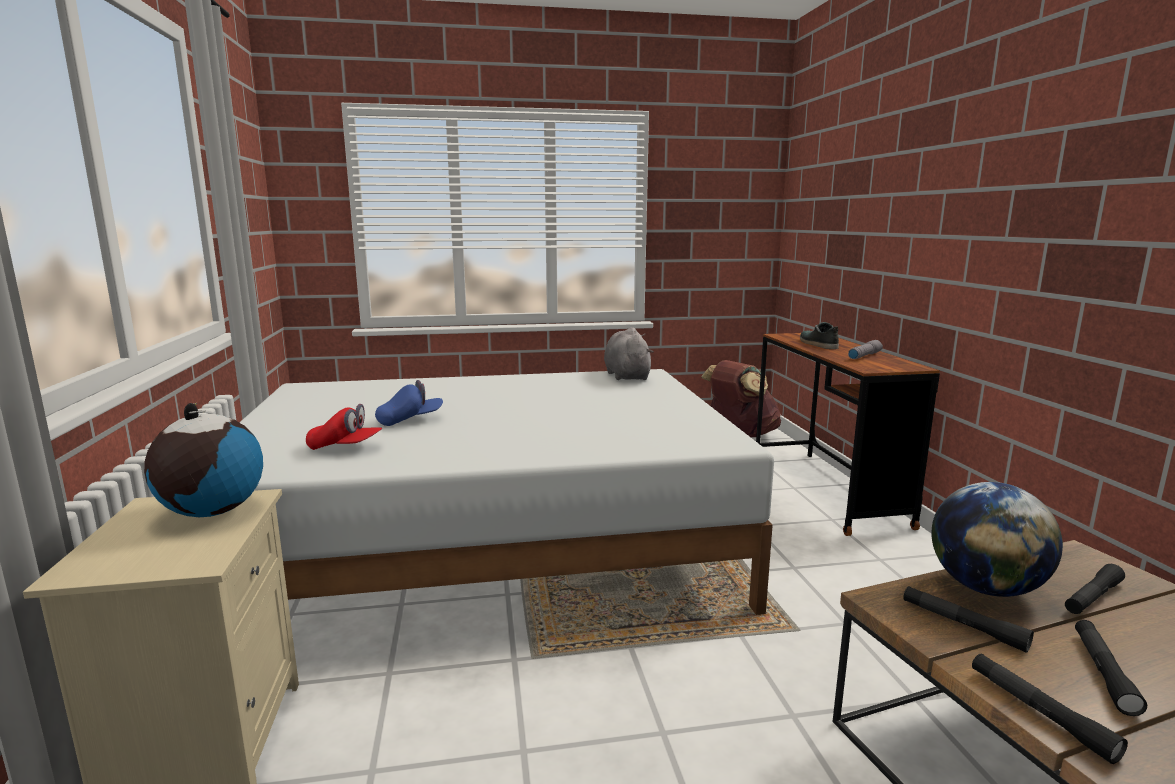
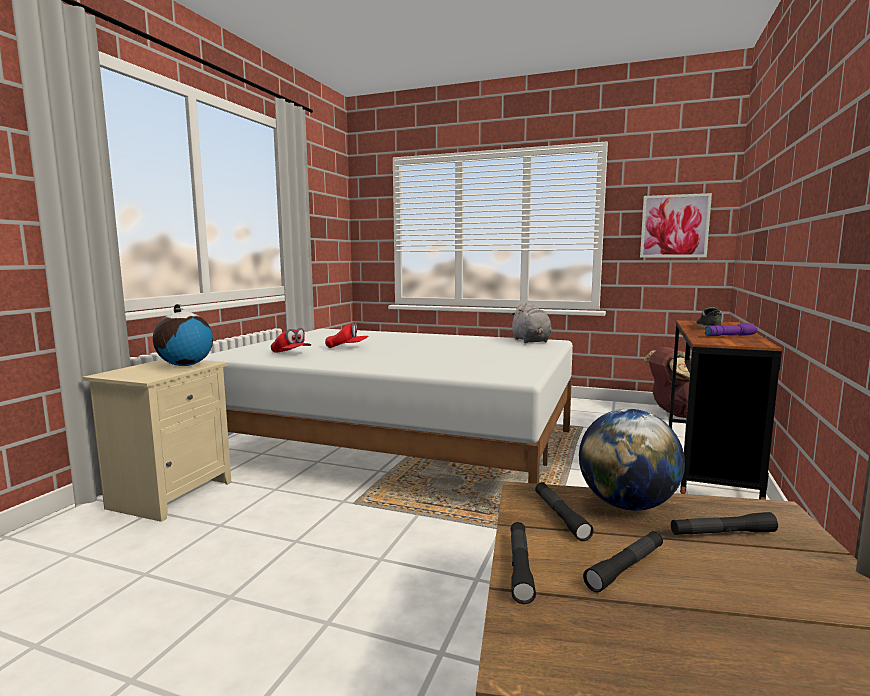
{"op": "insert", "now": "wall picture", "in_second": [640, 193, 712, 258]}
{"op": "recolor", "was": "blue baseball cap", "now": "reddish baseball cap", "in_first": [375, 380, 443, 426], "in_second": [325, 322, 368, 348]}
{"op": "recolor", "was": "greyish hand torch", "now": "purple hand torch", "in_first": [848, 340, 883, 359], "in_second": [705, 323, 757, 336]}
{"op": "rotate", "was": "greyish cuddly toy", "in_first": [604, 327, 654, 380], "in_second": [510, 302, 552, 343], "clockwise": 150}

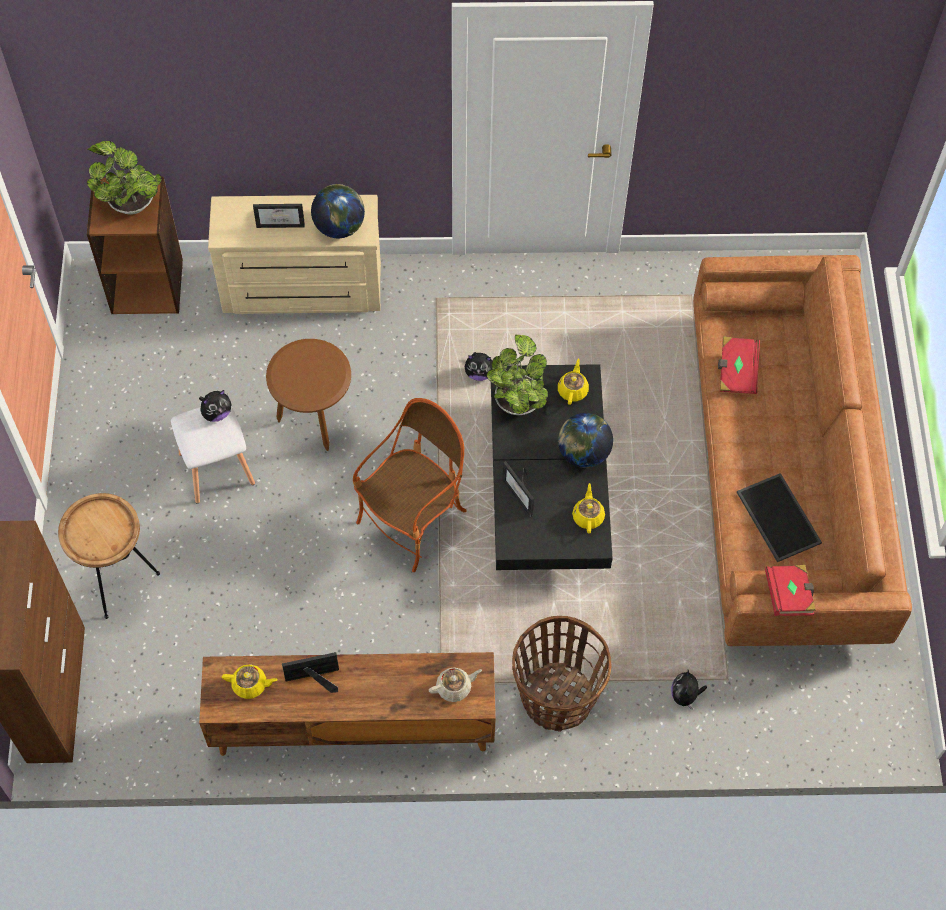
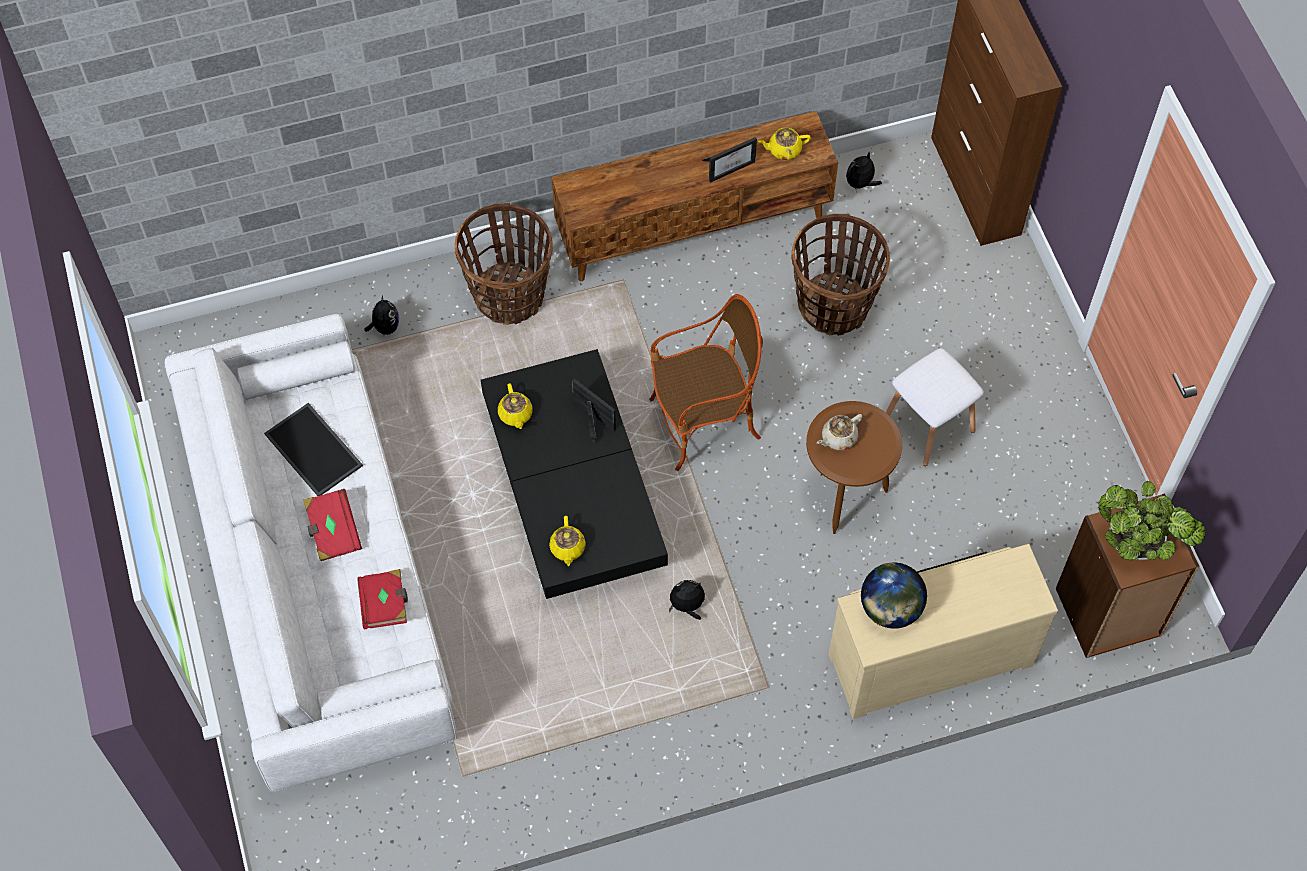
{"op": "delete", "was": "brown-coloured accent table", "in_first": [58, 493, 160, 619]}
{"op": "delete", "was": "standing frame", "in_first": [253, 204, 305, 228]}
{"op": "delete", "was": "potted plant", "in_first": [487, 335, 548, 415]}
{"op": "delete", "was": "world globe", "in_first": [558, 413, 613, 468]}
{"op": "insert", "now": "storage basket", "in_second": [792, 214, 890, 336]}
{"op": "move", "was": "cuddly toy", "in_first": [199, 390, 232, 422], "in_second": [846, 152, 882, 193]}
{"op": "move", "was": "beige-coloured teapot", "in_first": [429, 667, 482, 702], "in_second": [817, 414, 863, 450]}
{"op": "move", "was": "reddish book", "in_first": [765, 565, 816, 616], "in_second": [303, 489, 362, 561]}
{"op": "recolor", "was": "brown-coloured sofa", "now": "whitish sofa", "in_first": [693, 255, 912, 646], "in_second": [165, 314, 457, 792]}
{"op": "rotate", "was": "easy chair", "in_first": [353, 398, 467, 572], "in_second": [649, 294, 763, 471], "clockwise": -135}

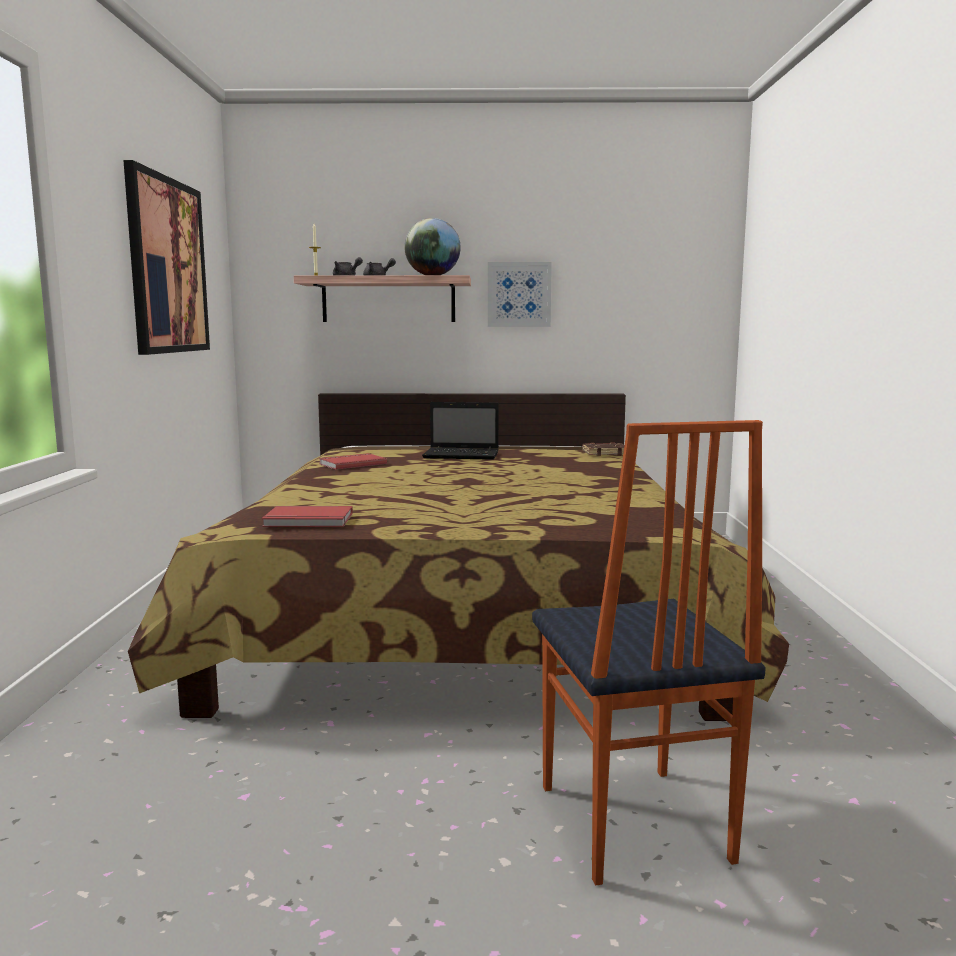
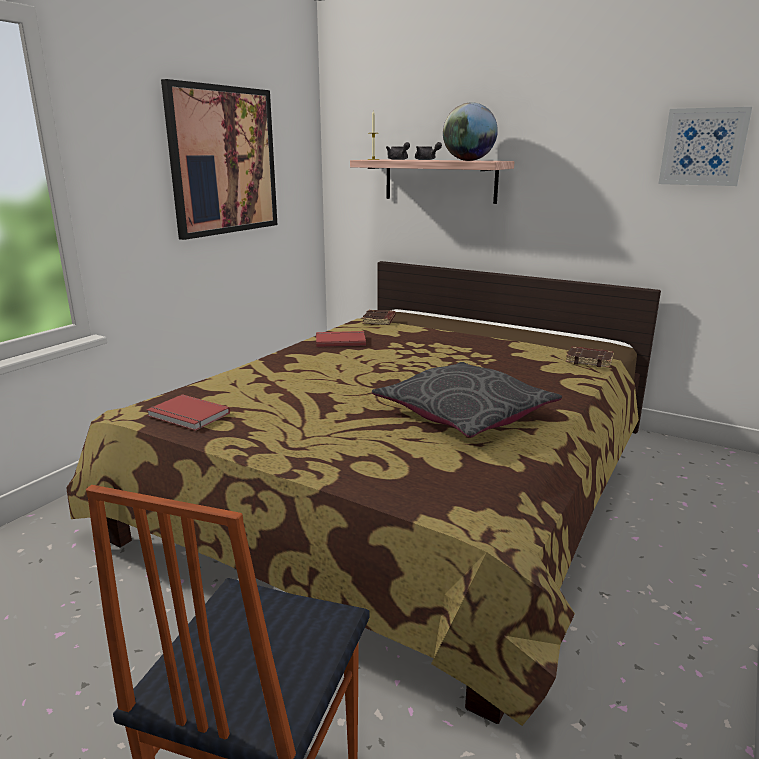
{"op": "delete", "was": "laptop", "in_first": [422, 402, 499, 460]}
{"op": "insert", "now": "brown-coloured book", "in_second": [362, 310, 396, 325]}
{"op": "insert", "now": "greyish pillow", "in_second": [372, 362, 562, 438]}
{"op": "move", "was": "wall picture", "in_first": [488, 262, 552, 327], "in_second": [659, 107, 752, 186]}

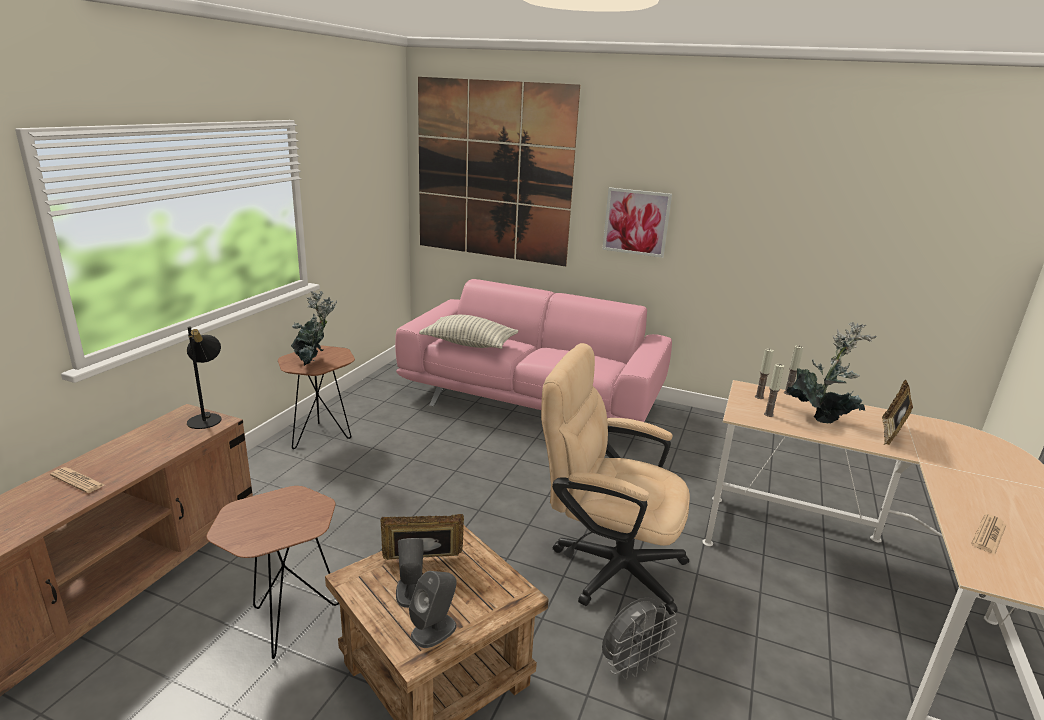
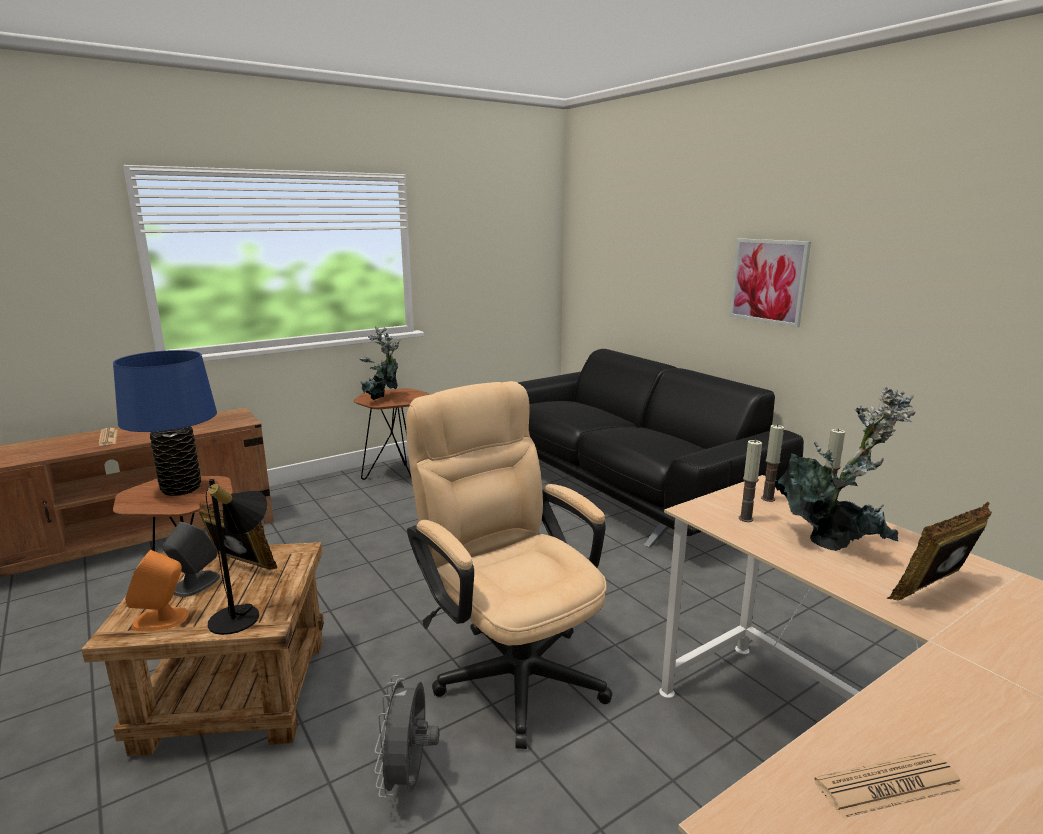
{"op": "delete", "was": "wall picture", "in_first": [418, 77, 580, 266]}
{"op": "delete", "was": "pillow", "in_first": [419, 315, 518, 349]}
{"op": "insert", "now": "blue tabletop lamp", "in_second": [113, 350, 217, 496]}
{"op": "move", "was": "blackish tabletop lamp", "in_first": [187, 327, 221, 429], "in_second": [206, 479, 267, 635]}
{"op": "recolor", "was": "pink sofa", "now": "blackish sofa", "in_first": [395, 279, 672, 422], "in_second": [517, 349, 804, 547]}
{"op": "recolor", "was": "greyish loudspeaker", "now": "orangey loudspeaker", "in_first": [409, 571, 457, 648], "in_second": [125, 550, 189, 631]}
{"op": "rotate", "was": "greyish fan", "in_first": [602, 597, 677, 680], "in_second": [374, 675, 439, 798], "clockwise": 90}

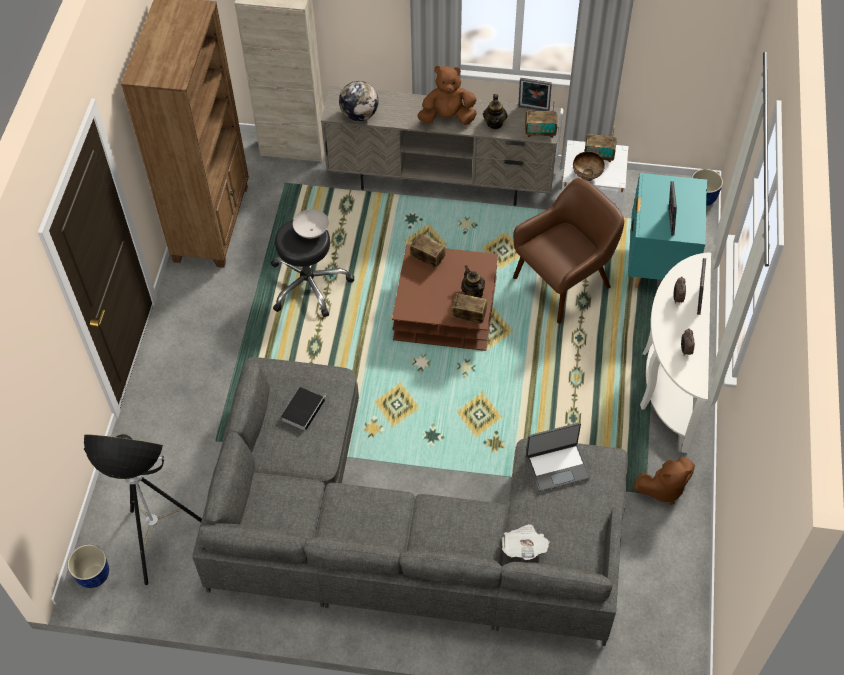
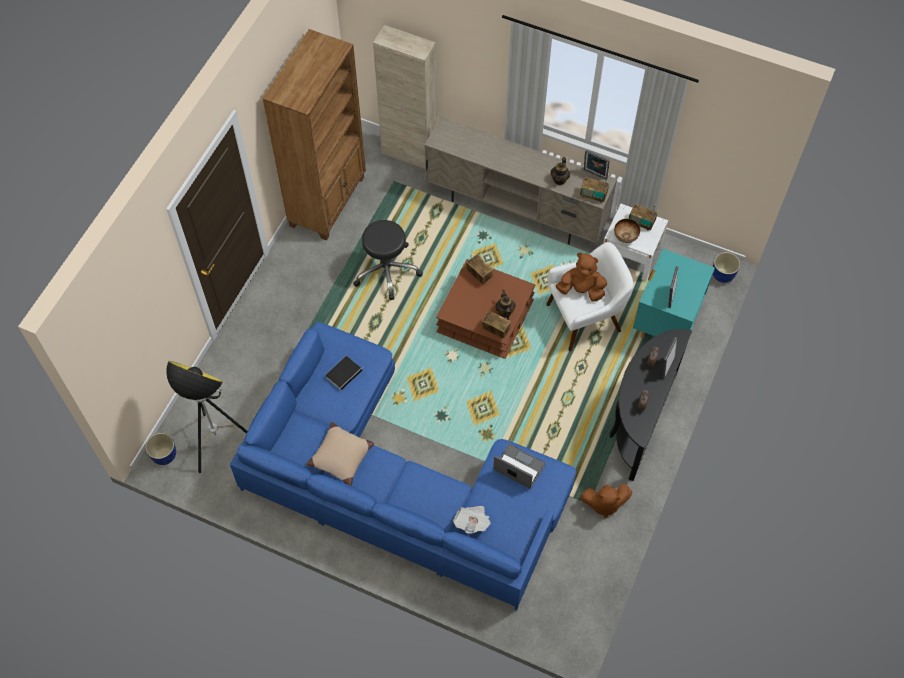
{"op": "delete", "was": "whitish bowl", "in_first": [293, 209, 329, 239]}
{"op": "delete", "was": "world globe", "in_first": [339, 81, 378, 121]}
{"op": "insert", "now": "beige-coloured pillow", "in_second": [306, 422, 374, 486]}
{"op": "move", "was": "brown-coloured cuddly toy", "in_first": [417, 66, 477, 125], "in_second": [556, 253, 607, 302]}
{"op": "recolor", "was": "greyish sofa", "now": "blue sofa", "in_first": [192, 357, 628, 646], "in_second": [230, 322, 576, 611]}
{"op": "recolor", "was": "brown-coloured easy chair", "now": "whitish easy chair", "in_first": [513, 178, 624, 323], "in_second": [546, 242, 633, 351]}
{"op": "recolor", "was": "whitish narrow table", "now": "blackish narrow table", "in_first": [640, 253, 711, 453], "in_second": [610, 329, 692, 481]}
{"op": "rotate", "was": "laptop", "in_first": [526, 422, 591, 492], "in_second": [493, 444, 546, 489], "clockwise": -150}

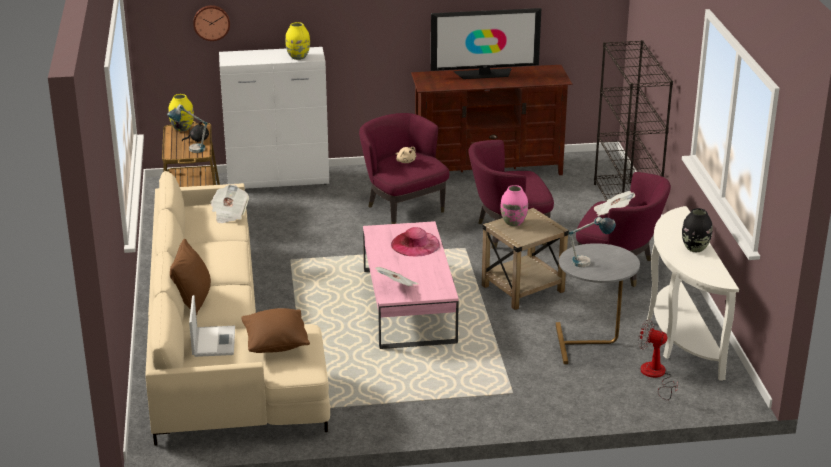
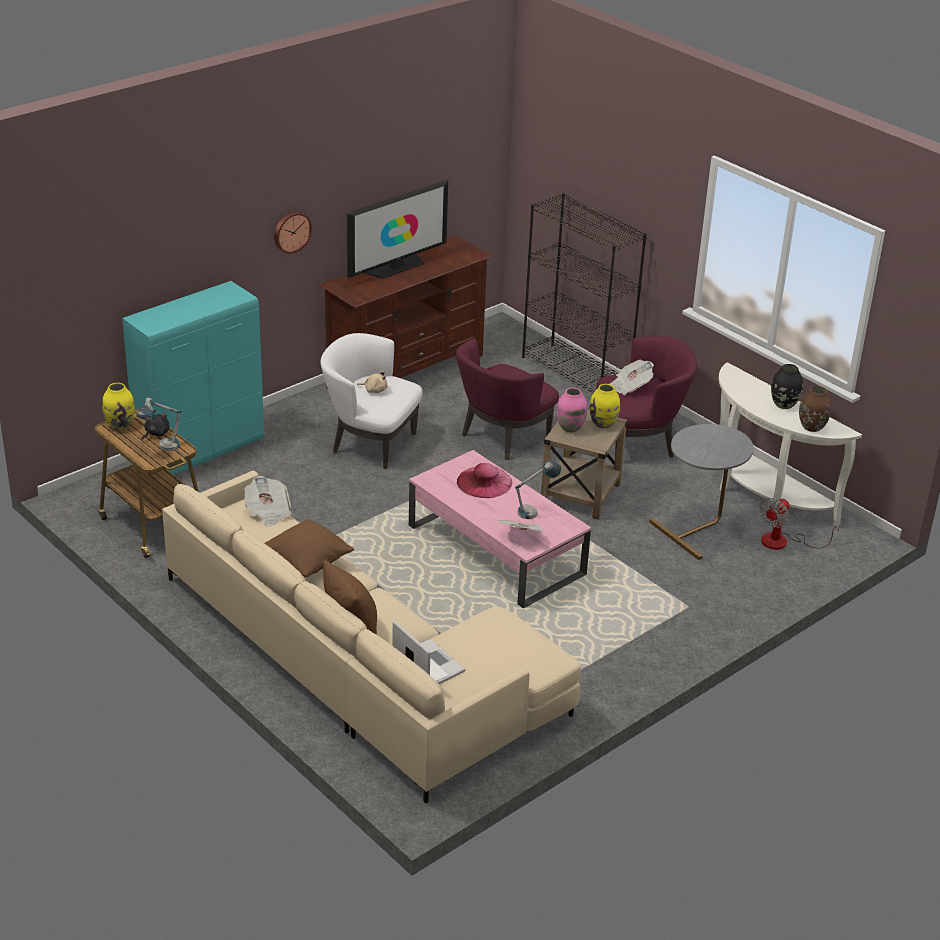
{"op": "insert", "now": "brown-coloured vase", "in_second": [799, 386, 832, 432]}
{"op": "move", "was": "clock on the wall", "in_first": [193, 5, 230, 41], "in_second": [274, 211, 312, 254]}
{"op": "move", "was": "brown-coloured pillow", "in_first": [241, 308, 310, 353], "in_second": [265, 519, 354, 577]}
{"op": "move", "was": "yellowish vase", "in_first": [285, 22, 310, 60], "in_second": [589, 384, 620, 428]}
{"op": "move", "was": "tabletop lamp", "in_first": [569, 217, 616, 267], "in_second": [515, 460, 561, 519]}
{"op": "recolor", "was": "whitish cabinet", "now": "turquoise-coloured cabinet", "in_first": [219, 47, 329, 189], "in_second": [122, 281, 264, 475]}
{"op": "recolor", "was": "purple easy chair", "now": "whitish easy chair", "in_first": [359, 113, 449, 224], "in_second": [321, 333, 423, 469]}
{"op": "rotate", "was": "fan", "in_first": [638, 320, 679, 400], "in_second": [760, 498, 840, 550], "clockwise": -45}

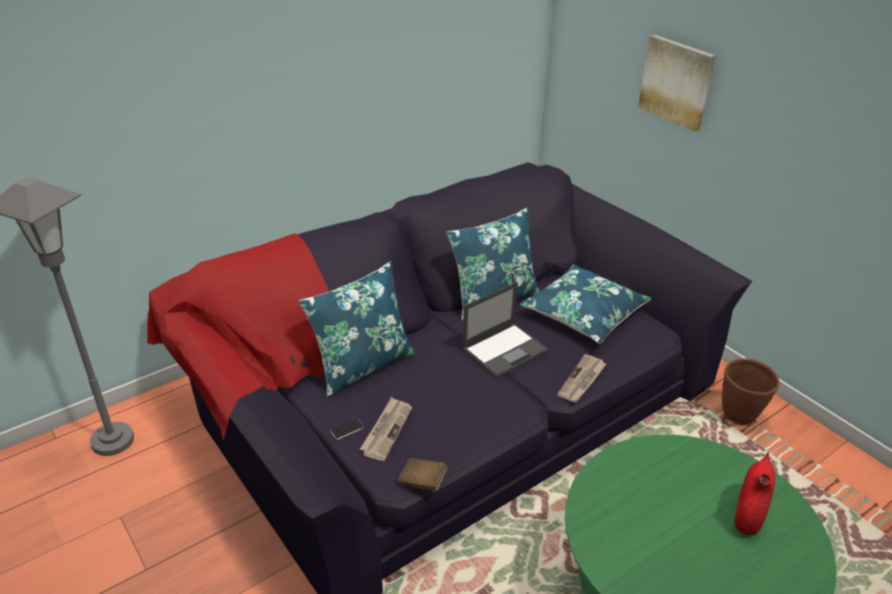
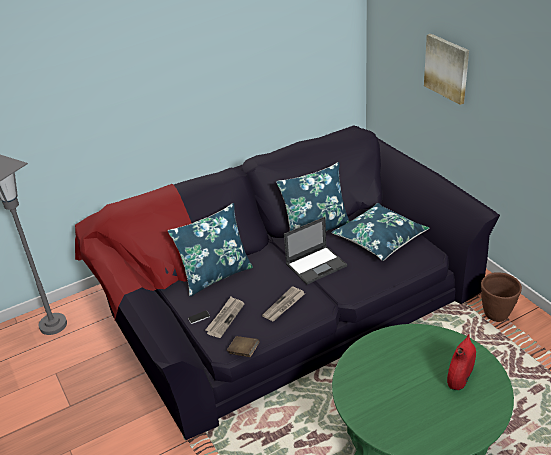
{"op": "move", "was": "printed paper", "in_first": [557, 354, 606, 403], "in_second": [262, 286, 305, 321]}

